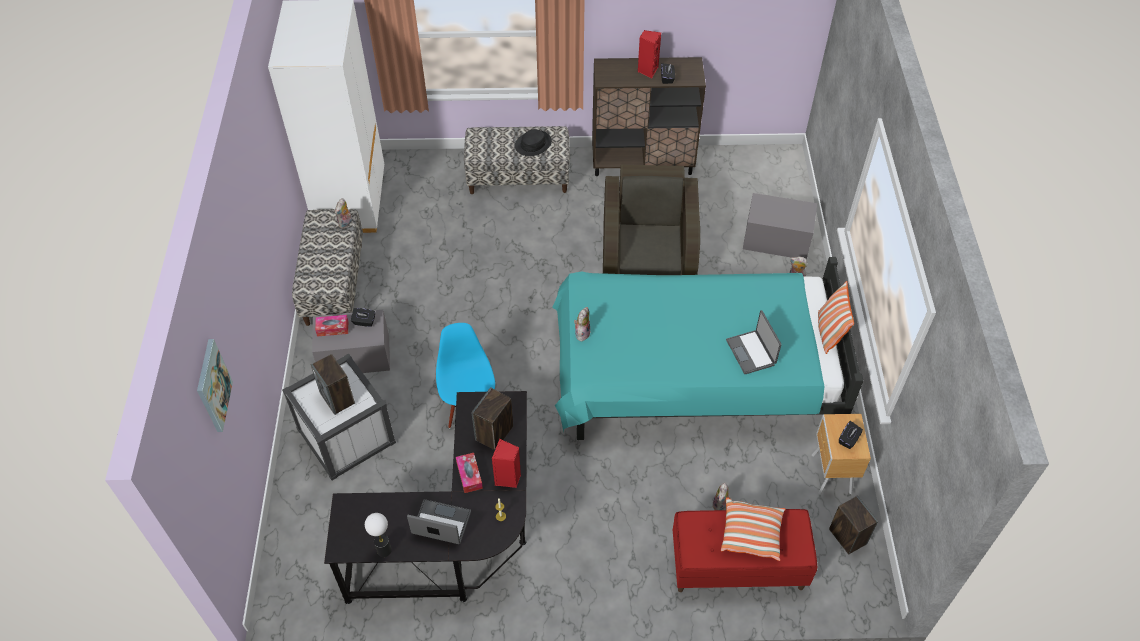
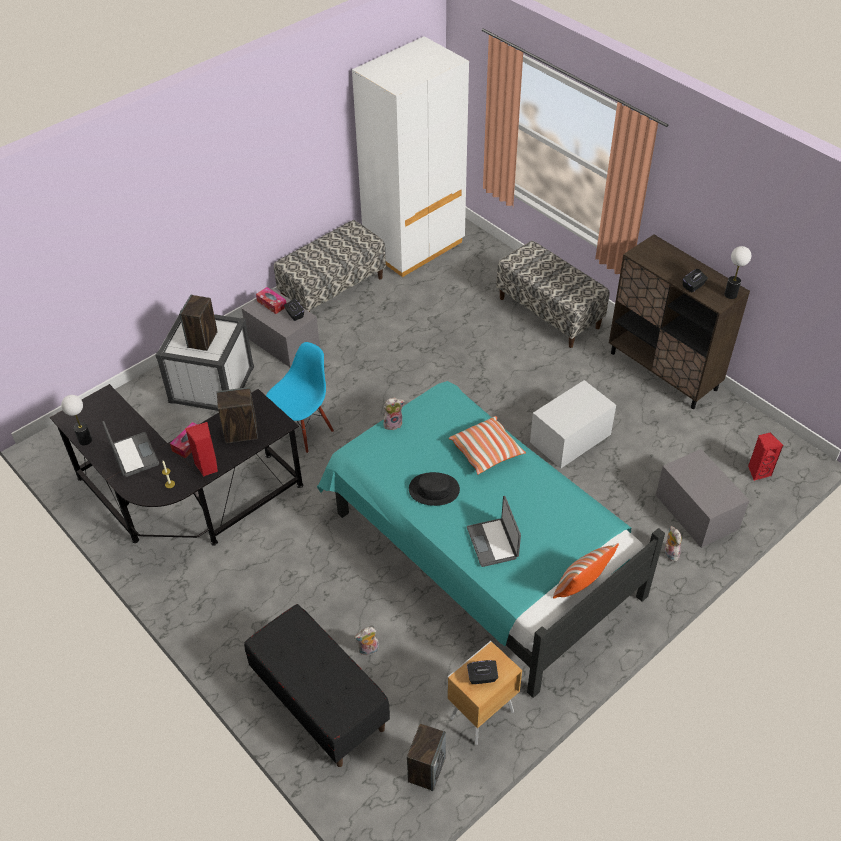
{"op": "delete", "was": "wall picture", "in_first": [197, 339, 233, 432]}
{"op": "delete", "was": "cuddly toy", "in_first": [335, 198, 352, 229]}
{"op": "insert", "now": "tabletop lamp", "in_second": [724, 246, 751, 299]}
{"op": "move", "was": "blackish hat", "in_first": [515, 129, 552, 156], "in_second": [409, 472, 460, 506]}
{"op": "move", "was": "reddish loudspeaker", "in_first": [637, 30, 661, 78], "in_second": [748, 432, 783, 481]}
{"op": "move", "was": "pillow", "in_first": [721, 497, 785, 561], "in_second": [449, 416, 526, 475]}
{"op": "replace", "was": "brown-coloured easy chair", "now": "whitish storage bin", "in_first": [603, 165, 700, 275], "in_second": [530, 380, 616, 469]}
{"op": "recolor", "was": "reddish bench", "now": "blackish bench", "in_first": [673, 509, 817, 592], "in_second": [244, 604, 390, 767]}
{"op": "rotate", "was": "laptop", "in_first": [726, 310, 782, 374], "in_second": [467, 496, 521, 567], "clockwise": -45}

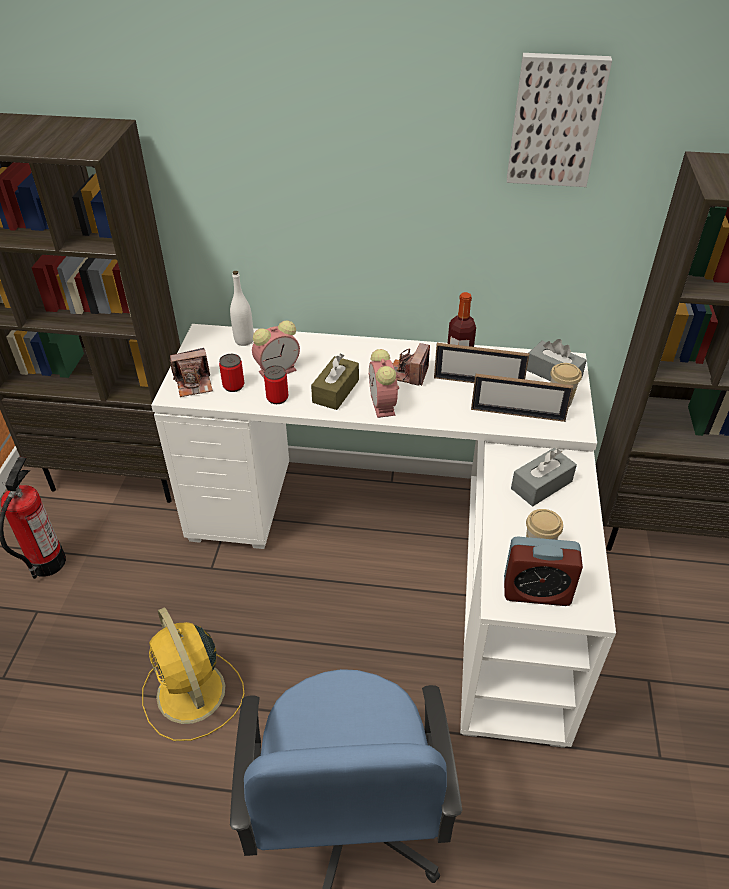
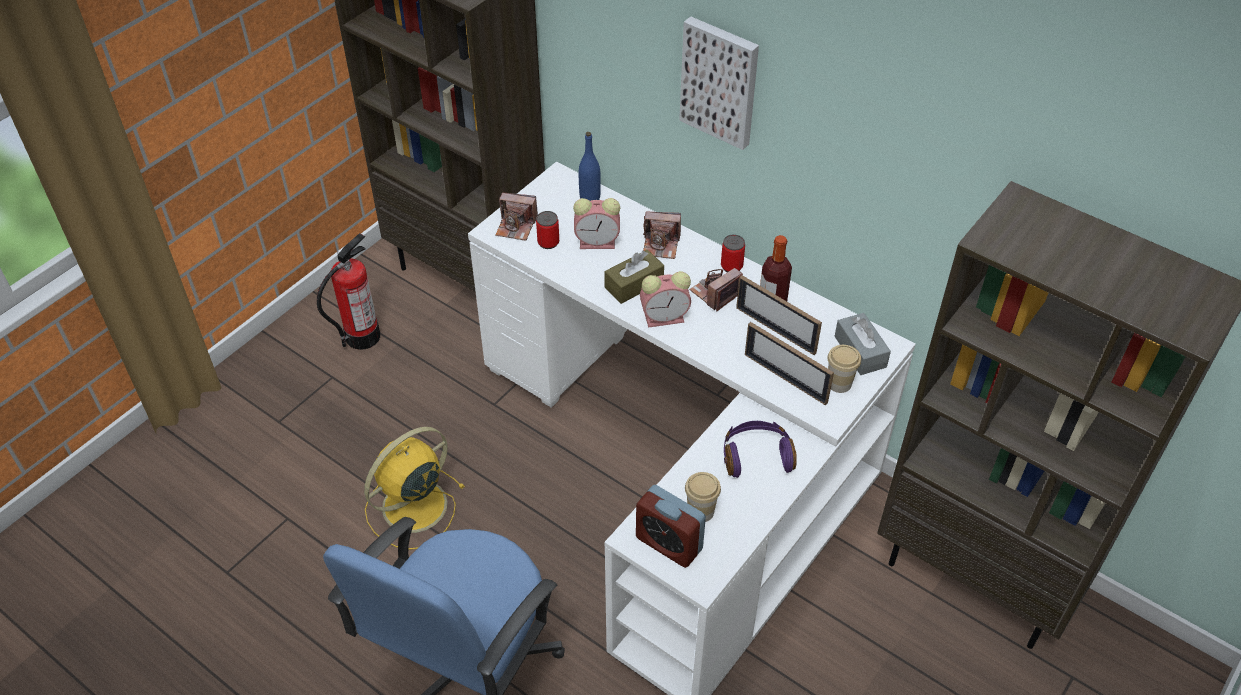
{"op": "insert", "now": "still camera", "in_second": [643, 212, 681, 259]}
{"op": "move", "was": "sealed can", "in_first": [264, 365, 288, 404], "in_second": [721, 235, 745, 272]}
{"op": "move", "was": "wall picture", "in_first": [507, 53, 612, 187], "in_second": [679, 16, 759, 150]}
{"op": "replace", "was": "greyish box of tissues", "now": "purple headphones", "in_first": [511, 448, 577, 506], "in_second": [724, 421, 797, 478]}
{"op": "recolor", "was": "whitish drink bottle", "now": "blue drink bottle", "in_first": [230, 271, 254, 346], "in_second": [579, 132, 601, 201]}
{"op": "rotate", "was": "yellowish fan", "in_first": [142, 607, 244, 741], "in_second": [364, 427, 464, 550], "clockwise": 45}
{"op": "rotate", "was": "alarm clock", "in_first": [368, 349, 400, 418], "in_second": [640, 271, 691, 328], "clockwise": -120}

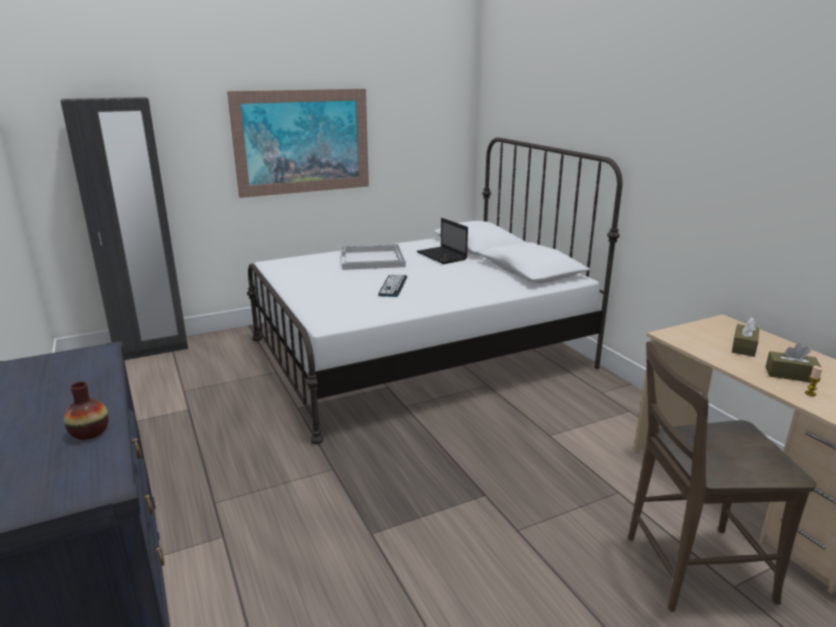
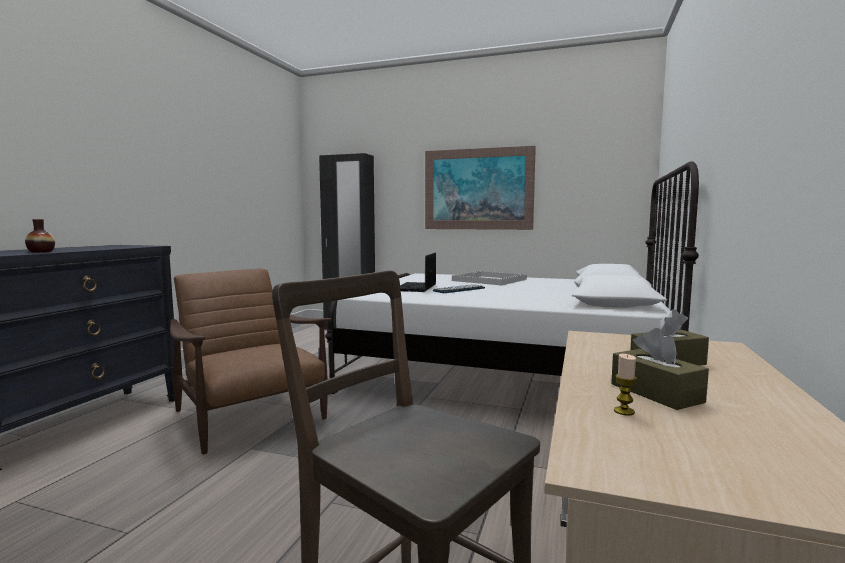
{"op": "insert", "now": "brown-coloured easy chair", "in_second": [170, 269, 332, 454]}
{"op": "move", "was": "laptop", "in_first": [417, 218, 468, 264], "in_second": [400, 253, 436, 292]}

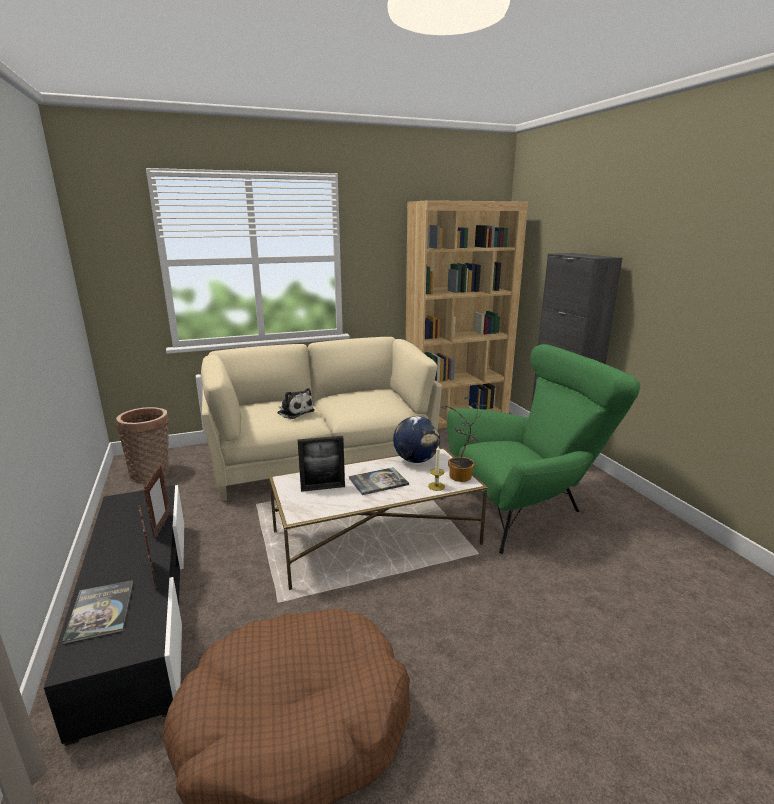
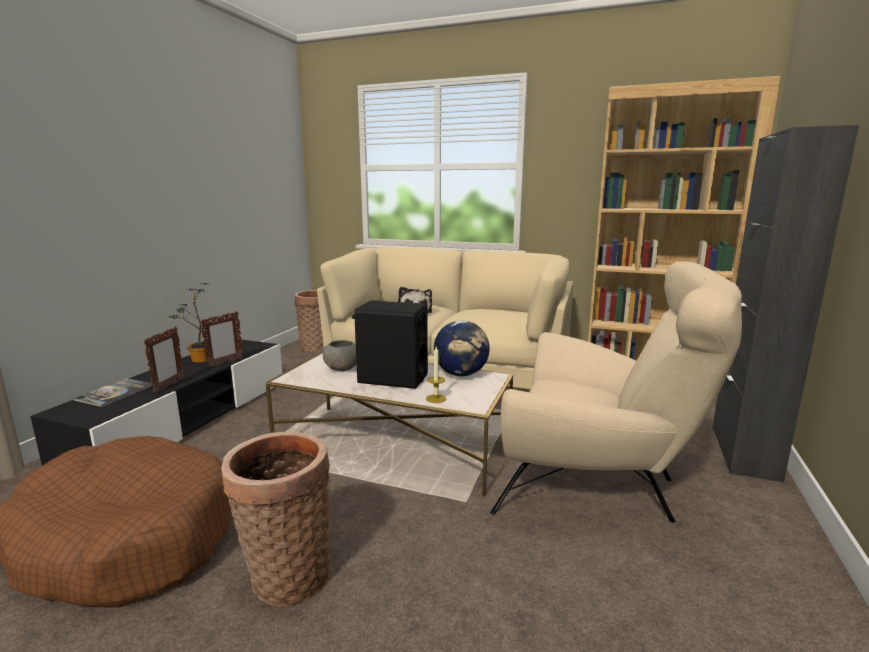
{"op": "insert", "now": "storage basket", "in_second": [221, 432, 330, 607]}
{"op": "move", "was": "potted plant", "in_first": [441, 396, 488, 482], "in_second": [168, 283, 209, 363]}
{"op": "replace", "was": "standing frame", "now": "greyish bowl", "in_first": [298, 436, 345, 492], "in_second": [322, 340, 356, 371]}
{"op": "replace", "was": "book", "now": "blackish loudspeaker", "in_first": [349, 467, 409, 495], "in_second": [352, 301, 428, 389]}
{"op": "recolor", "was": "green easy chair", "now": "beige-coloured easy chair", "in_first": [447, 344, 640, 554], "in_second": [490, 261, 742, 522]}

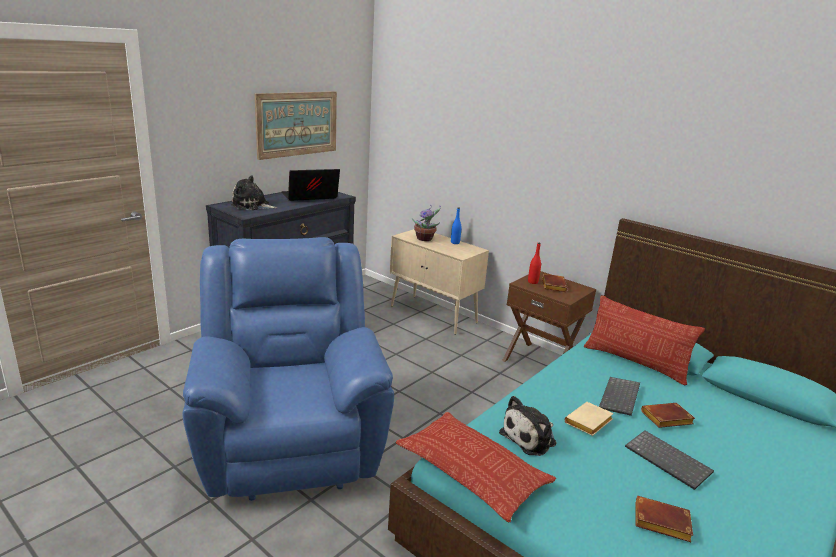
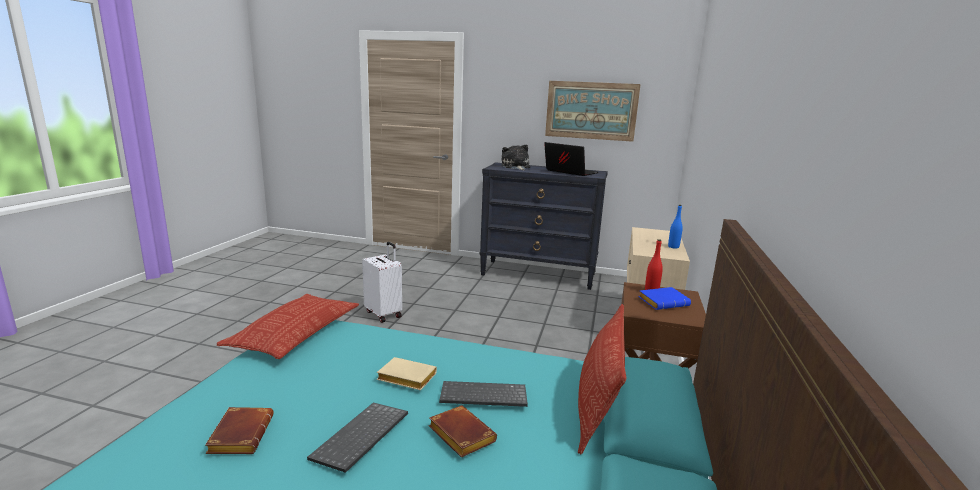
{"op": "delete", "was": "potted plant", "in_first": [412, 205, 441, 241]}
{"op": "delete", "was": "cuddly toy", "in_first": [499, 396, 557, 456]}
{"op": "replace", "was": "blue easy chair", "now": "whitish piece of luggage", "in_first": [182, 237, 394, 501], "in_second": [362, 242, 402, 323]}
{"op": "recolor", "was": "brown-coloured book", "now": "blue book", "in_first": [542, 273, 568, 292], "in_second": [638, 287, 691, 310]}

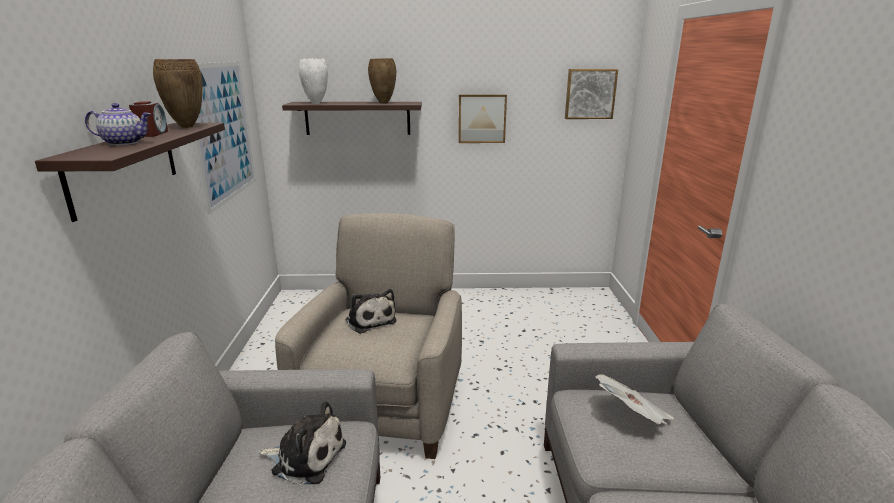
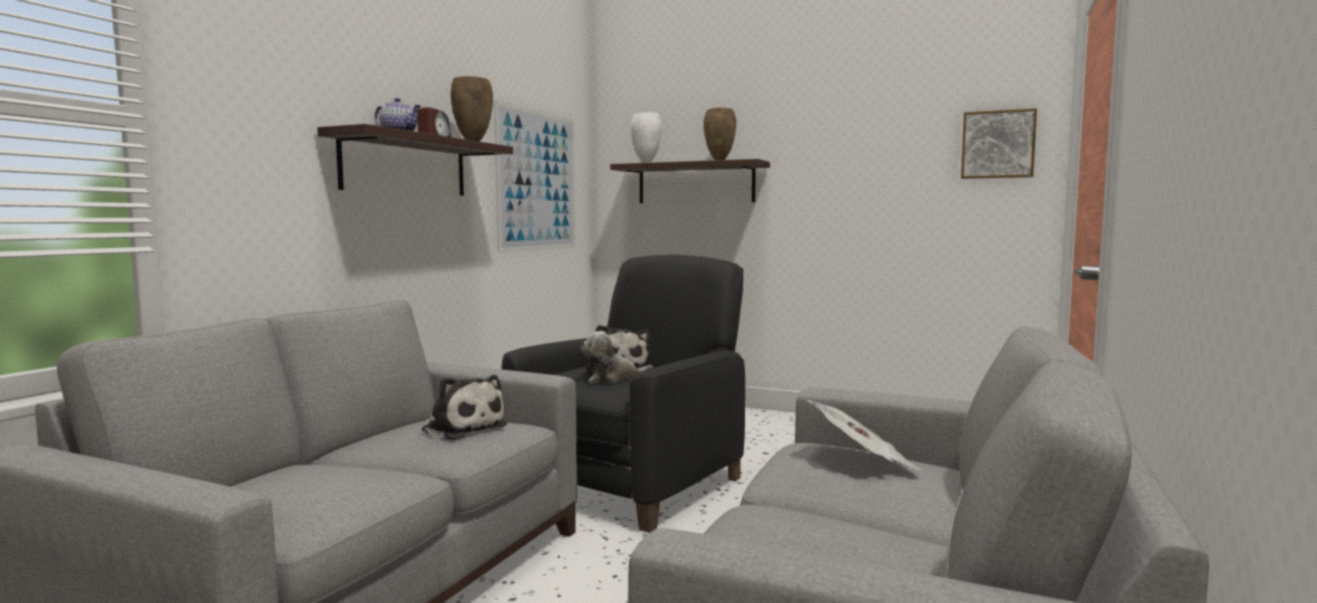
{"op": "delete", "was": "wall picture", "in_first": [458, 94, 507, 143]}
{"op": "insert", "now": "cuddly toy", "in_second": [580, 331, 653, 383]}
{"op": "recolor", "was": "beige-coloured easy chair", "now": "blackish easy chair", "in_first": [275, 213, 462, 459], "in_second": [502, 255, 745, 533]}

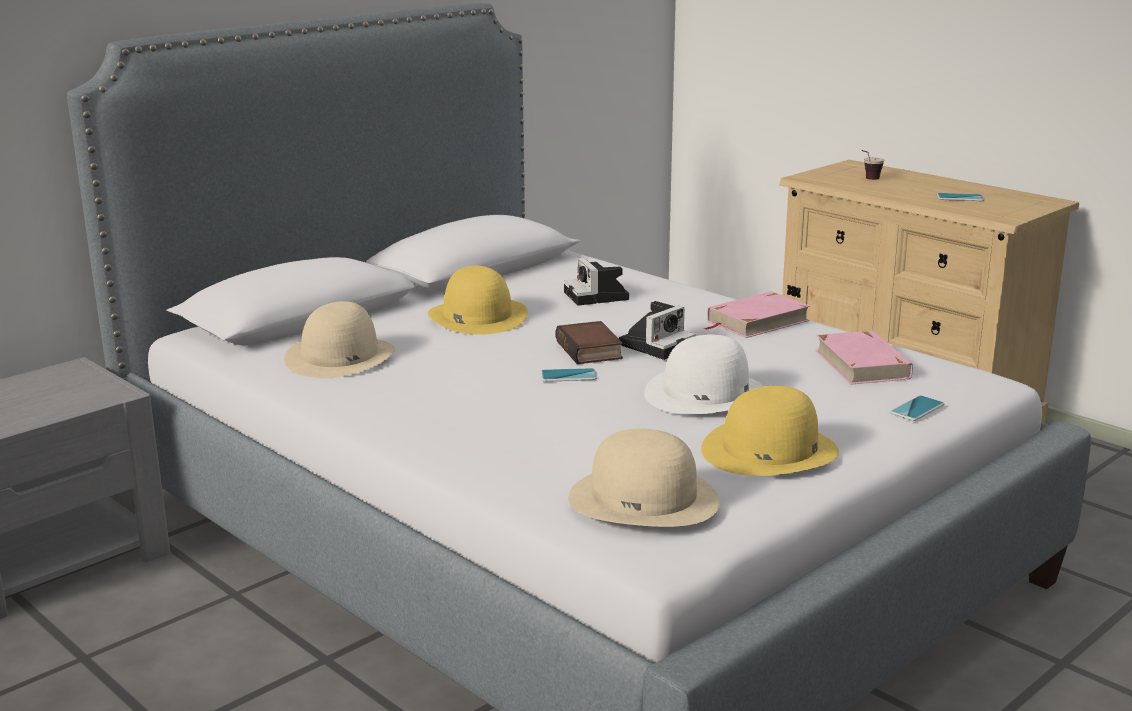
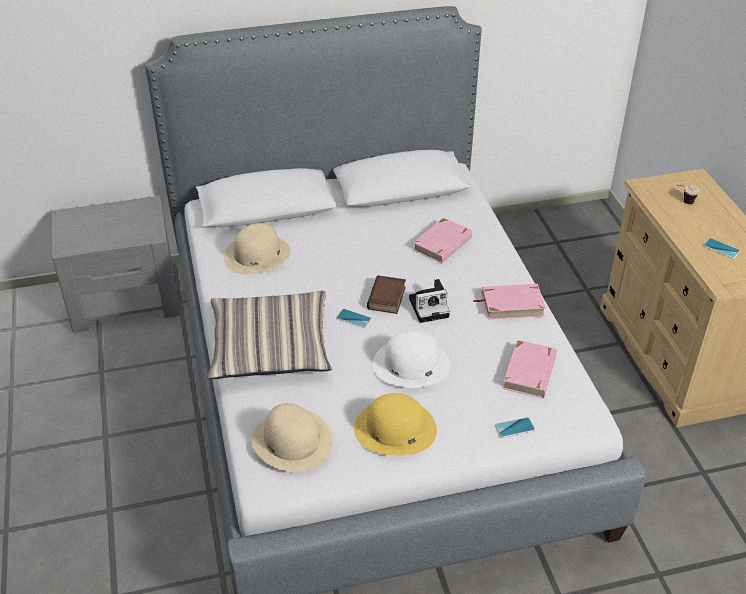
{"op": "delete", "was": "yellowish hat", "in_first": [428, 265, 528, 335]}
{"op": "insert", "now": "pillow", "in_second": [207, 291, 332, 379]}
{"op": "replace", "was": "still camera", "now": "pink book", "in_first": [564, 258, 629, 306], "in_second": [413, 218, 472, 264]}

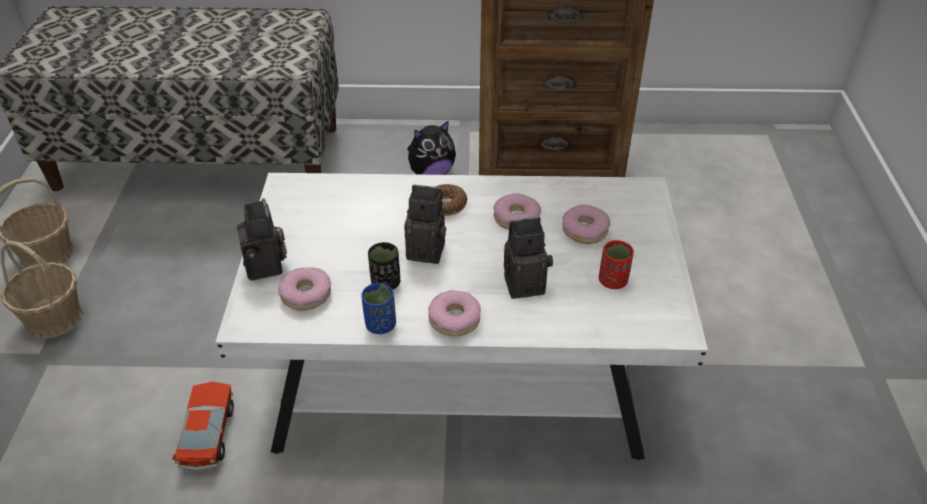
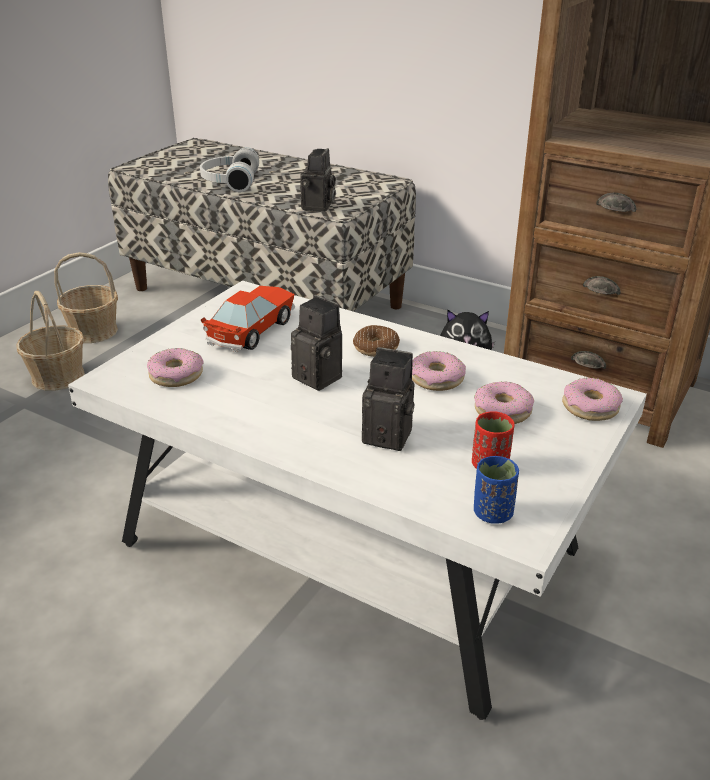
{"op": "delete", "was": "blackish small cup", "in_first": [368, 242, 400, 289]}
{"op": "insert", "now": "whitish headphones", "in_second": [200, 147, 259, 192]}
{"op": "move", "was": "model car", "in_first": [172, 382, 234, 472], "in_second": [201, 286, 295, 353]}
{"op": "move", "was": "still camera", "in_first": [237, 198, 287, 281], "in_second": [300, 148, 336, 212]}
{"op": "move", "was": "blue small cup", "in_first": [361, 283, 396, 334], "in_second": [474, 456, 519, 524]}
{"op": "move", "was": "donut", "in_first": [428, 290, 481, 336], "in_second": [562, 377, 623, 421]}

